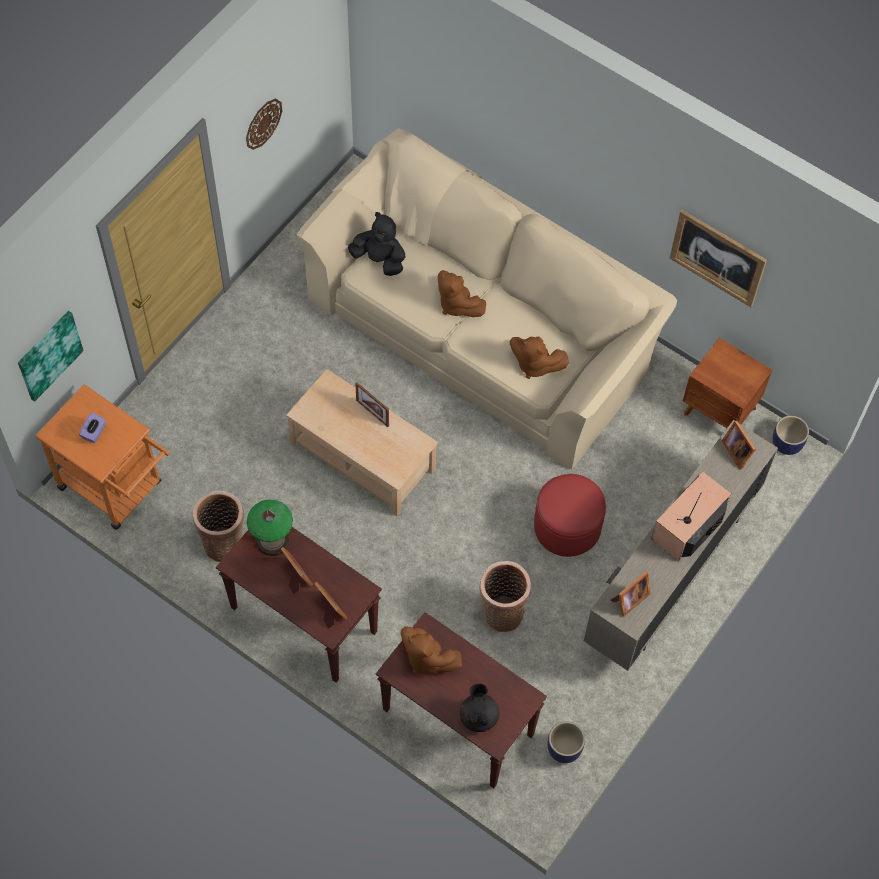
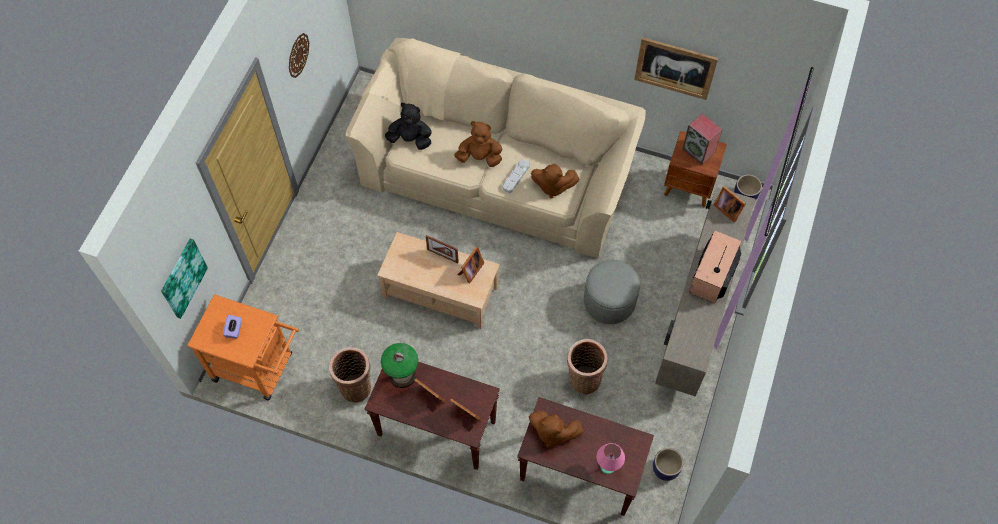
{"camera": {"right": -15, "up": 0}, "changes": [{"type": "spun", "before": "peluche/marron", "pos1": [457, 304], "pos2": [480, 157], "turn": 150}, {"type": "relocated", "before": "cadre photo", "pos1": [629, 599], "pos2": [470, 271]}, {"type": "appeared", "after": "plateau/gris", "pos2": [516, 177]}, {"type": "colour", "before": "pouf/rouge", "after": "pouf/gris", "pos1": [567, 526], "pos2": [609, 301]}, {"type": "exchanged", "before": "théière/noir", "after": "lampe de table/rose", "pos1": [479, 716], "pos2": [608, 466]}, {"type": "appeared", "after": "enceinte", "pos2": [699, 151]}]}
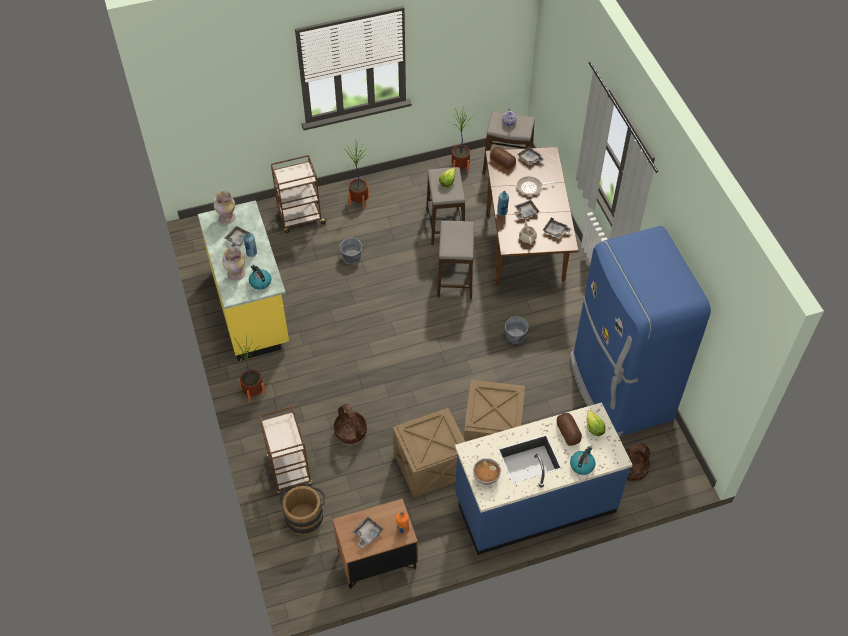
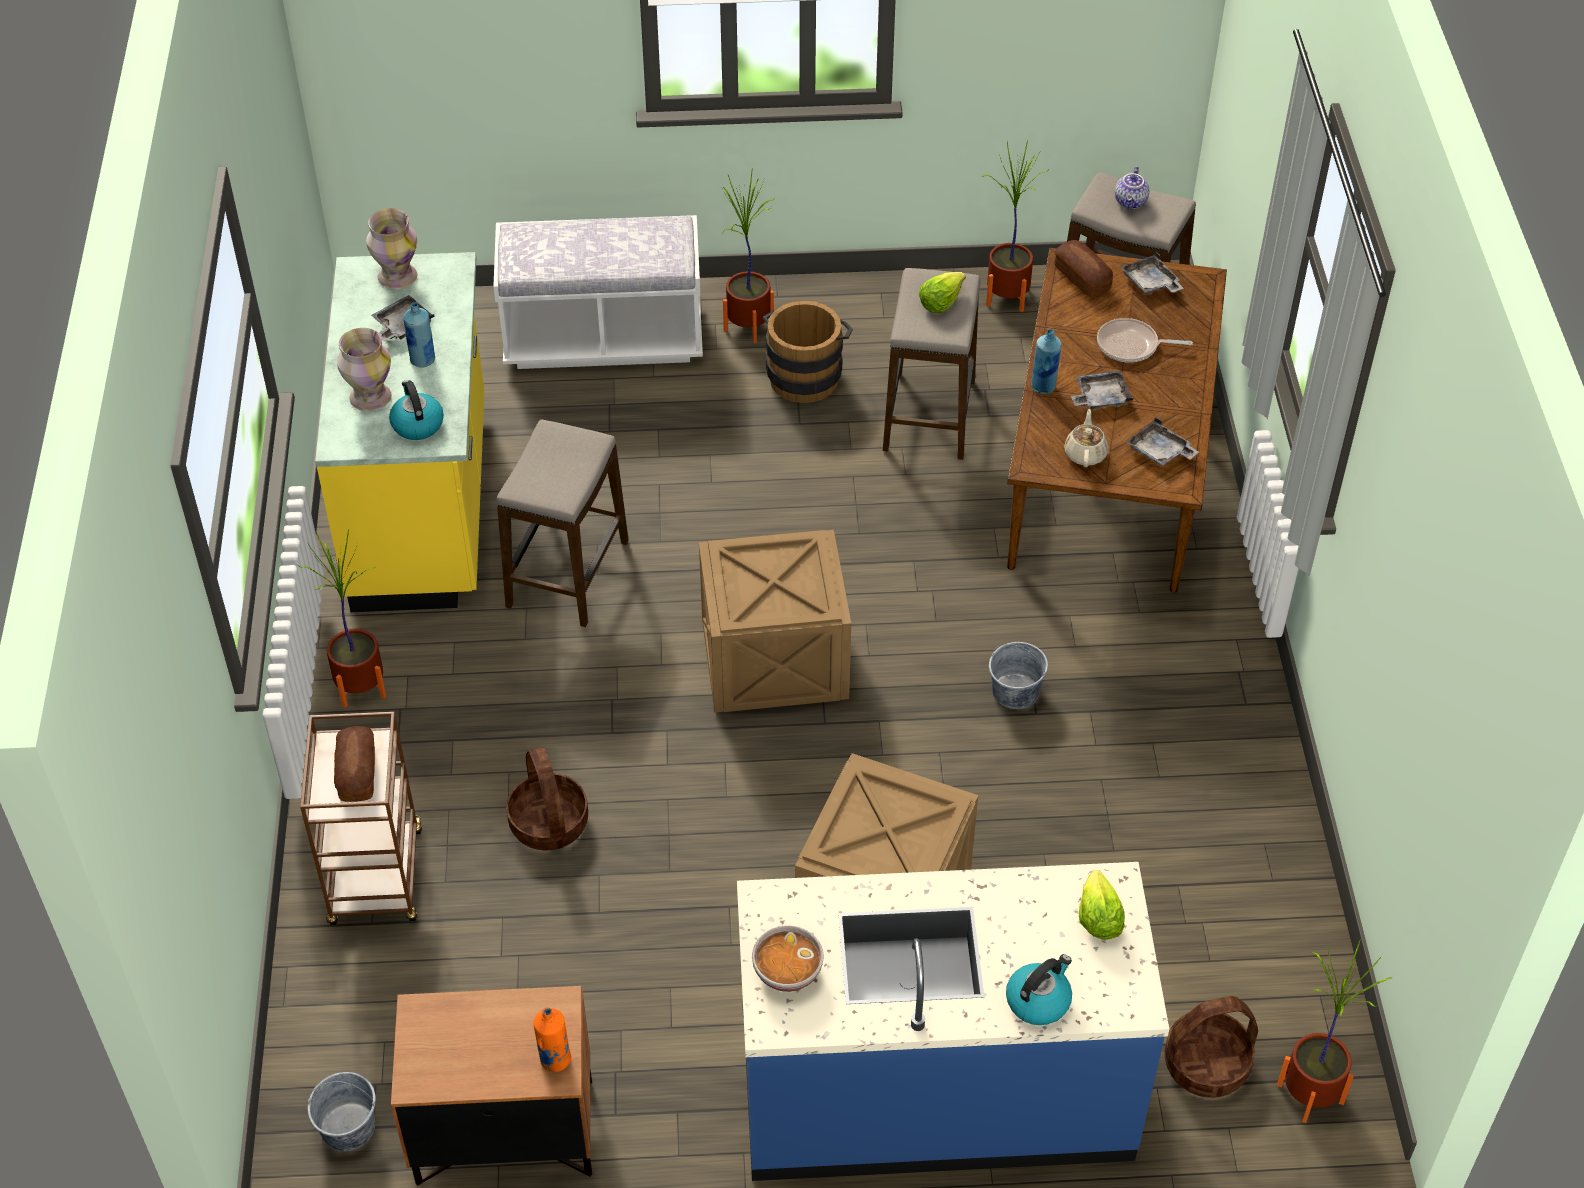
{"camera": {"right": 15, "up": -5}, "changes": [{"type": "relocated", "before": "seau/gris", "pos1": [351, 257], "pos2": [347, 1127]}, {"type": "relocated", "before": "pain", "pos1": [568, 432], "pos2": [357, 773]}, {"type": "exchanged", "before": "chariot/marron", "after": "banc/blanc", "pos1": [300, 218], "pos2": [603, 338]}, {"type": "relocated", "before": "tabouret", "pos1": [455, 279], "pos2": [567, 574]}, {"type": "relocated", "before": "caisse", "pos1": [429, 466], "pos2": [772, 661]}, {"type": "relocated", "before": "seau/marron", "pos1": [304, 515], "pos2": [806, 373]}, {"type": "appeared", "after": "plante en pot", "pos2": [1310, 1093]}, {"type": "missing", "before": "plateau/gris", "pos1": [367, 534]}, {"type": "missing", "before": "réfrigérateur/bleu", "pos1": [619, 389]}]}
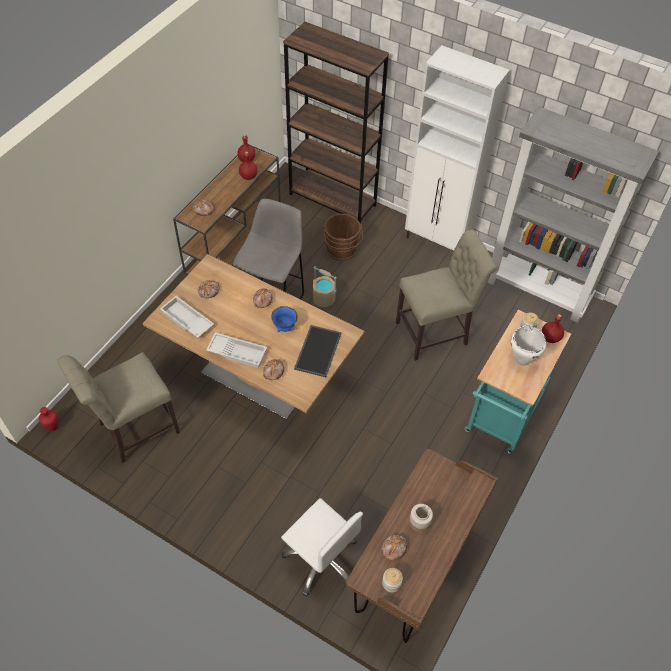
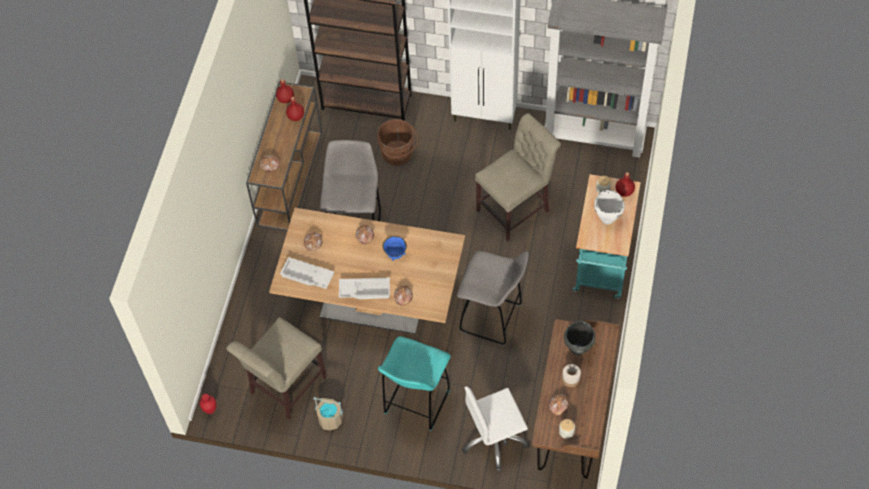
{"camera": {"right": -15, "up": 5}, "changes": [{"type": "relocated", "before": "seau/beige", "pos1": [324, 299], "pos2": [330, 419]}, {"type": "appeared", "after": "tabouret/turquoise", "pos2": [416, 404]}, {"type": "appeared", "after": "tabouret/gris", "pos2": [492, 319]}, {"type": "spun", "before": "chaise de bureau/blanc", "pos1": [322, 559], "pos2": [495, 439], "turn": 135}, {"type": "appeared", "after": "marmite/noir", "pos2": [577, 350]}, {"type": "missing", "before": "plateau", "pos1": [317, 350]}]}
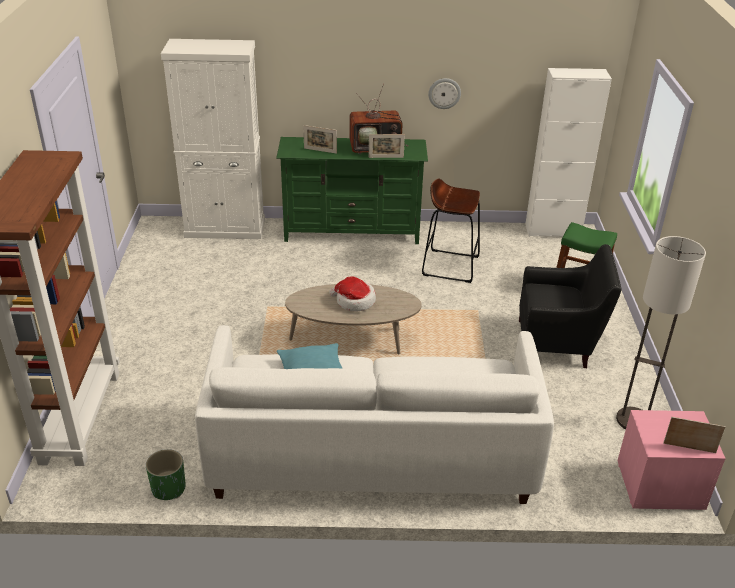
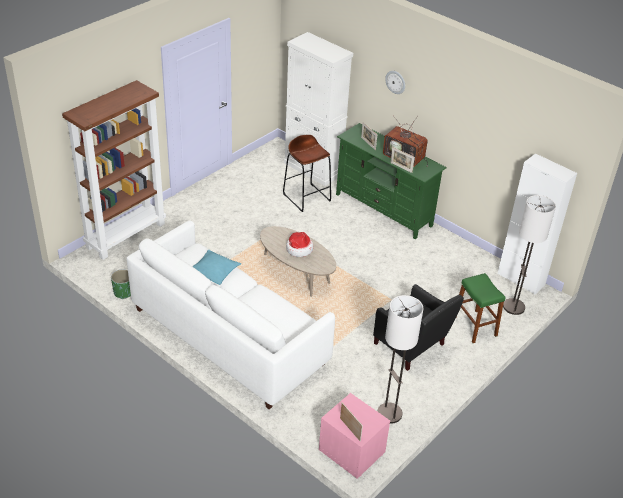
{"camera": {"right": 40, "up": 5}, "changes": [{"type": "relocated", "before": "tabouret/marron", "pos1": [450, 266], "pos2": [306, 197]}, {"type": "relocated", "before": "horloge murale", "pos1": [444, 93], "pos2": [395, 82]}, {"type": "appeared", "after": "lampadaire", "pos2": [514, 307]}]}
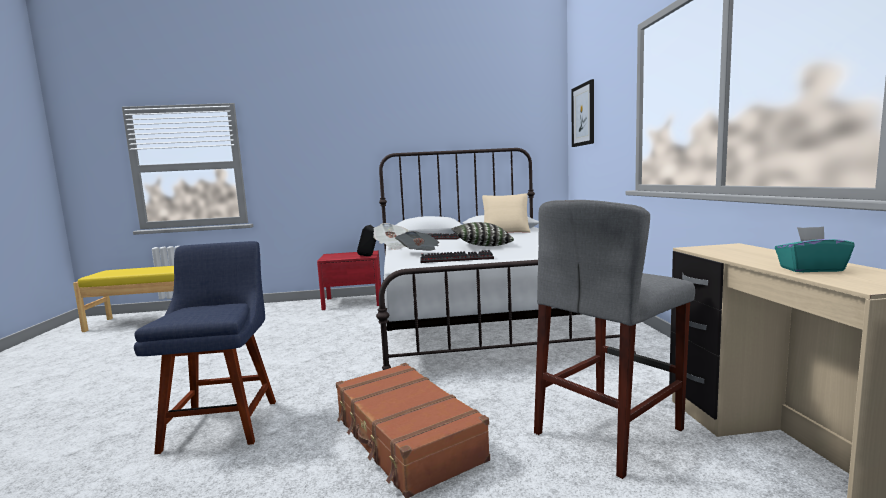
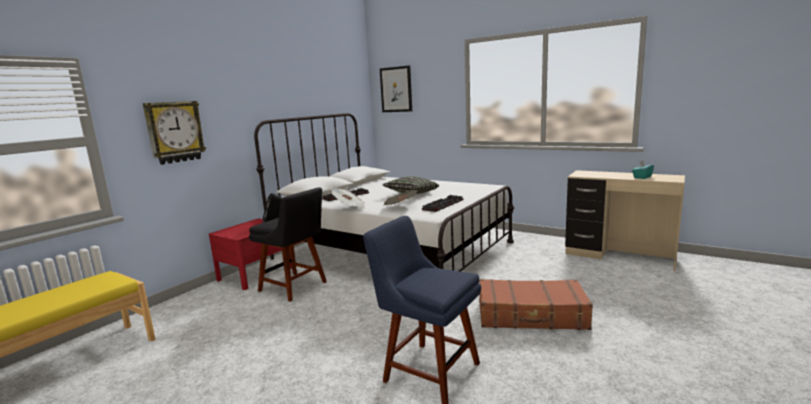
{"camera": {"right": -50, "up": 5}, "changes": [{"type": "appeared", "after": "horloge murale", "pos2": [175, 132]}, {"type": "appeared", "after": "chaise/noir", "pos2": [295, 287]}, {"type": "missing", "before": "coussin/beige", "pos1": [506, 231]}, {"type": "missing", "before": "tabouret/gris", "pos1": [609, 431]}]}
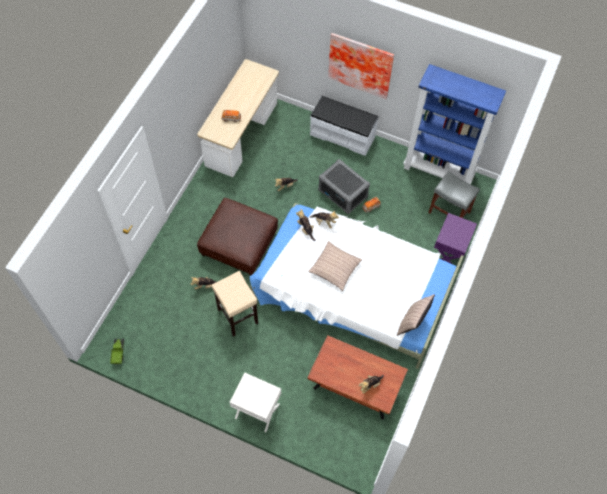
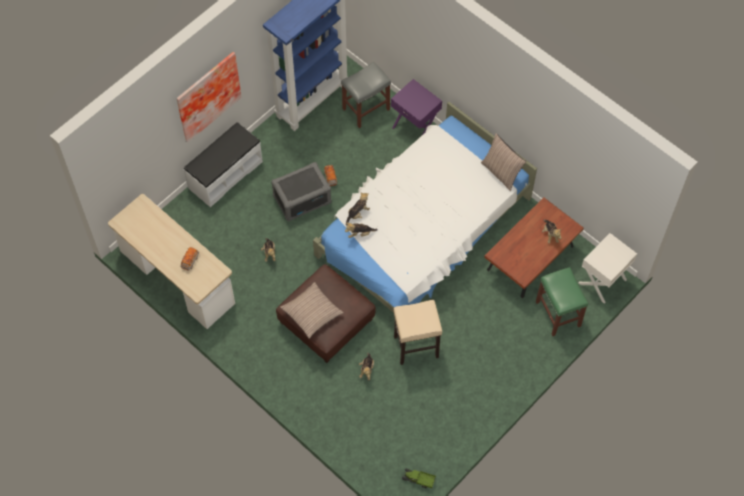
{"camera": {"right": -70, "up": 0}, "changes": [{"type": "relocated", "before": "coussin", "pos1": [335, 268], "pos2": [312, 313]}, {"type": "appeared", "after": "tabouret/vert", "pos2": [558, 314]}, {"type": "relocated", "before": "table de chevet/blanc", "pos1": [257, 411], "pos2": [603, 281]}]}
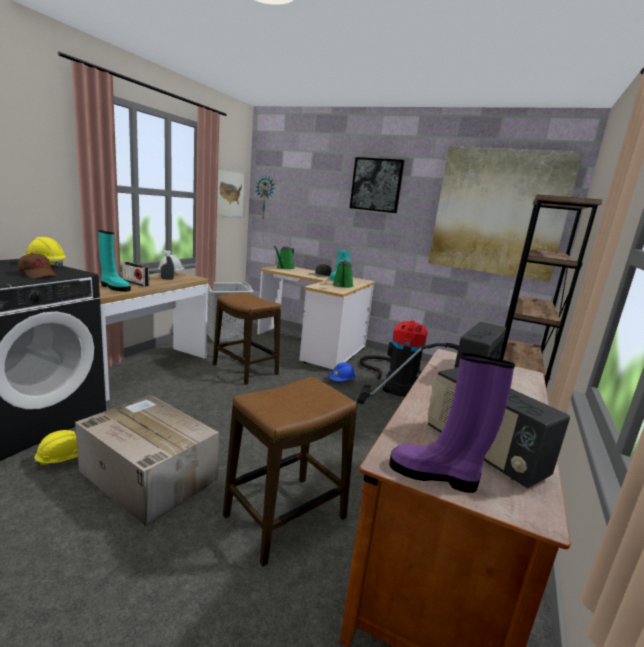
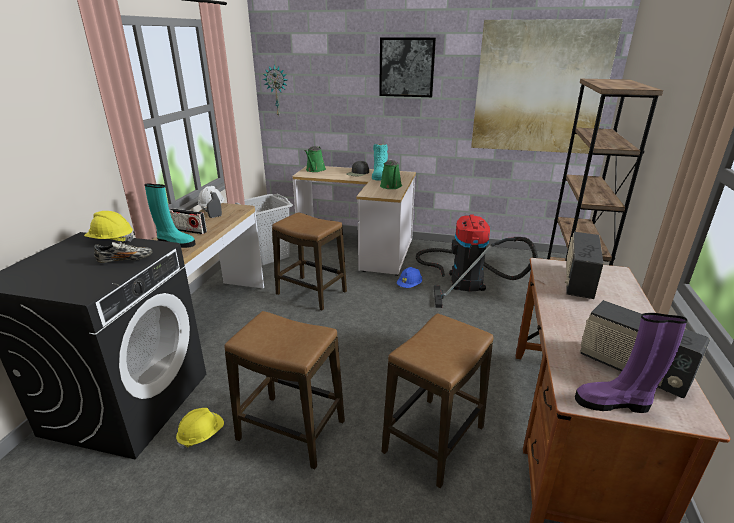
{"camera": {"right": -10, "up": 10}, "changes": [{"type": "exchanged", "before": "casquette/marron", "after": "chaussure", "pos1": [38, 275], "pos2": [125, 260]}, {"type": "exchanged", "before": "carton", "after": "tabouret", "pos1": [147, 475], "pos2": [291, 430]}, {"type": "missing", "before": "tableau", "pos1": [230, 193]}]}
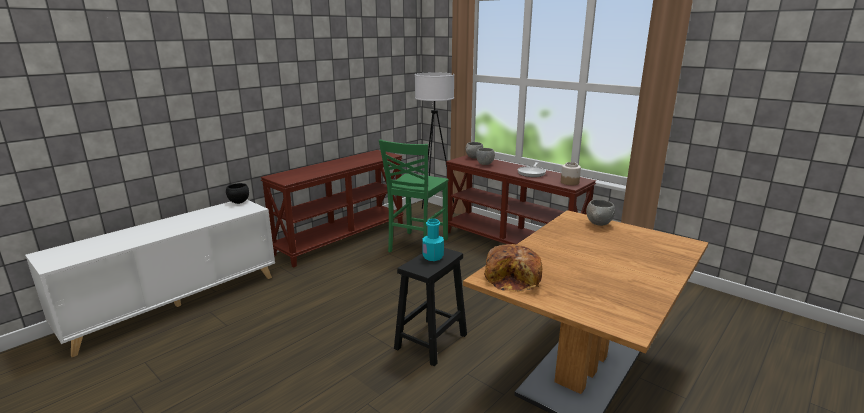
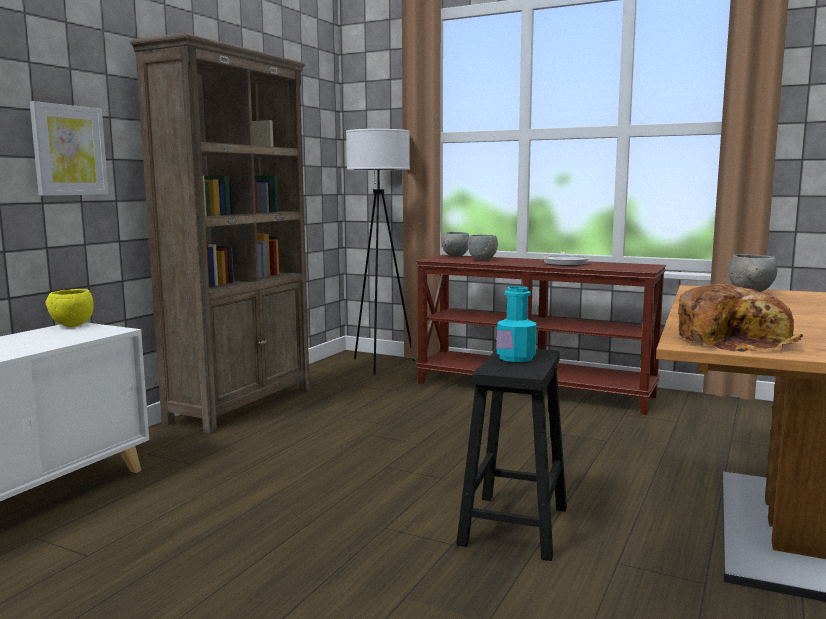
{"camera": {"right": -15, "up": -10}, "changes": [{"type": "appeared", "after": "tableau", "pos2": [69, 150]}, {"type": "colour", "before": "bol/noir", "after": "bol/jaune", "pos1": [238, 202], "pos2": [71, 325]}, {"type": "exchanged", "before": "table console/marron", "after": "bibliothèque/marron", "pos1": [341, 238], "pos2": [242, 405]}, {"type": "missing", "before": "chaise/vert", "pos1": [416, 245]}, {"type": "missing", "before": "bocal", "pos1": [569, 182]}]}
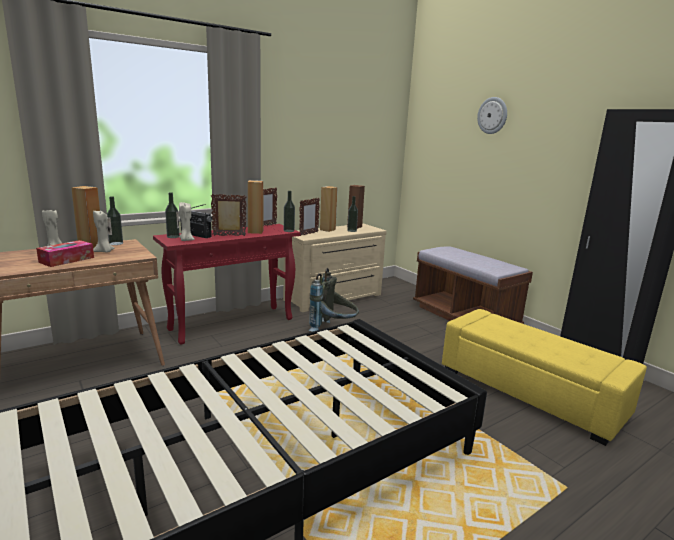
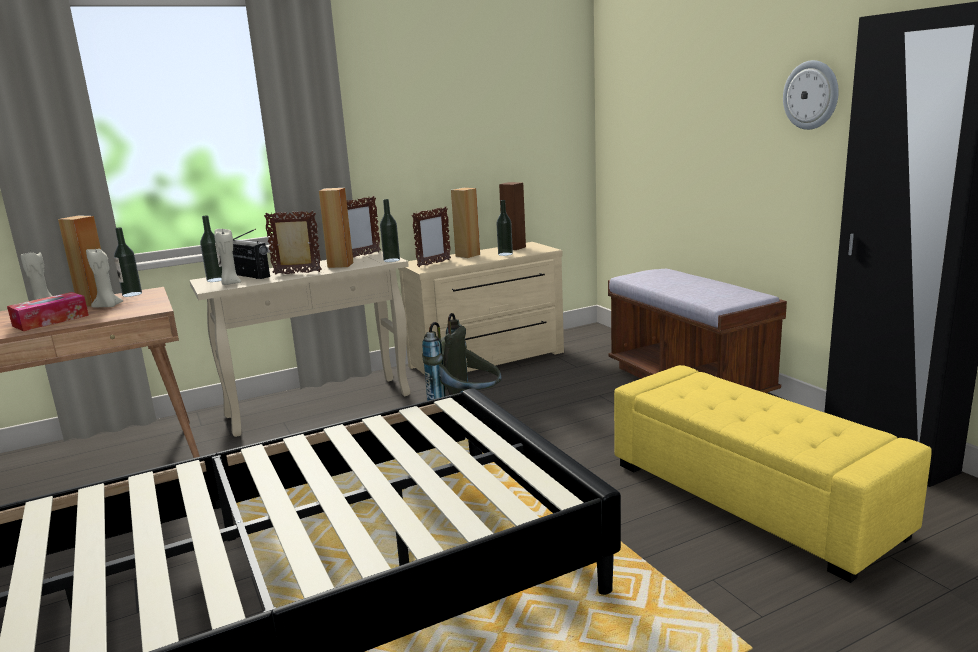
{"camera": {"right": 10, "up": 0}, "changes": [{"type": "colour", "before": "table console/rouge", "after": "table console/beige", "pos1": [232, 324], "pos2": [320, 405]}, {"type": "relocated", "before": "horloge murale", "pos1": [492, 115], "pos2": [811, 95]}]}
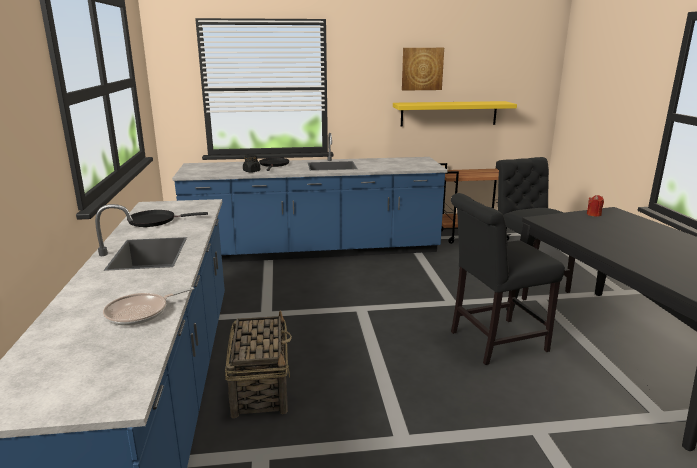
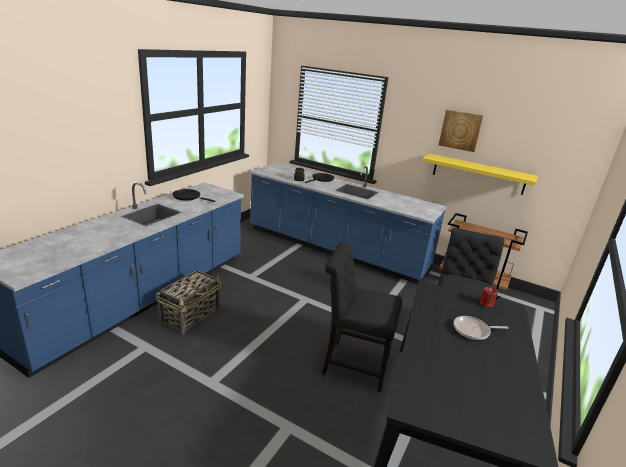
{"camera": {"right": 35, "up": 5}, "changes": [{"type": "relocated", "before": "poêle", "pos1": [141, 312], "pos2": [473, 331]}]}
